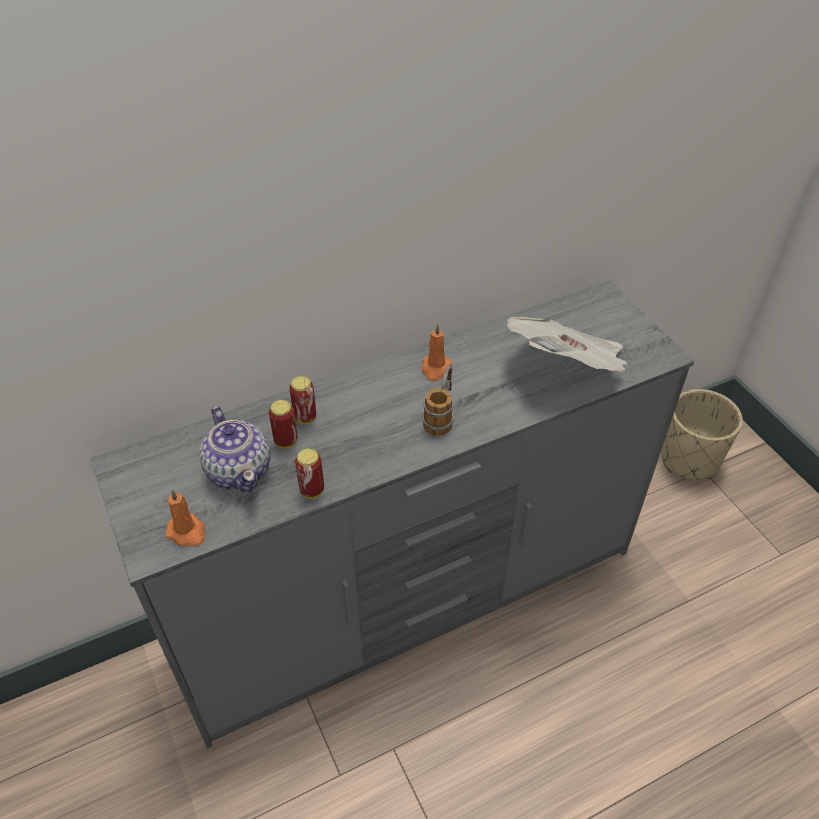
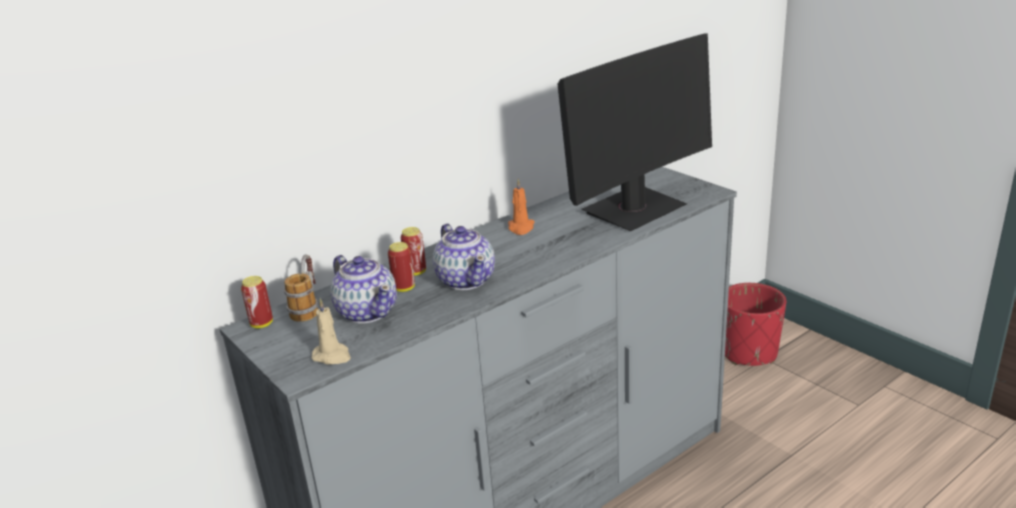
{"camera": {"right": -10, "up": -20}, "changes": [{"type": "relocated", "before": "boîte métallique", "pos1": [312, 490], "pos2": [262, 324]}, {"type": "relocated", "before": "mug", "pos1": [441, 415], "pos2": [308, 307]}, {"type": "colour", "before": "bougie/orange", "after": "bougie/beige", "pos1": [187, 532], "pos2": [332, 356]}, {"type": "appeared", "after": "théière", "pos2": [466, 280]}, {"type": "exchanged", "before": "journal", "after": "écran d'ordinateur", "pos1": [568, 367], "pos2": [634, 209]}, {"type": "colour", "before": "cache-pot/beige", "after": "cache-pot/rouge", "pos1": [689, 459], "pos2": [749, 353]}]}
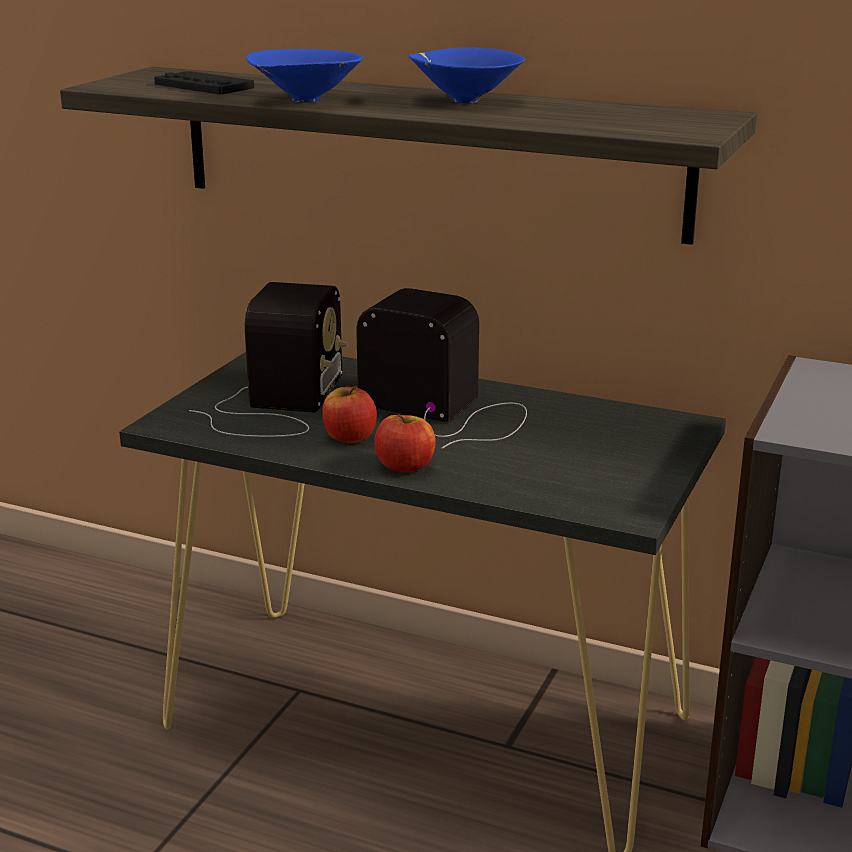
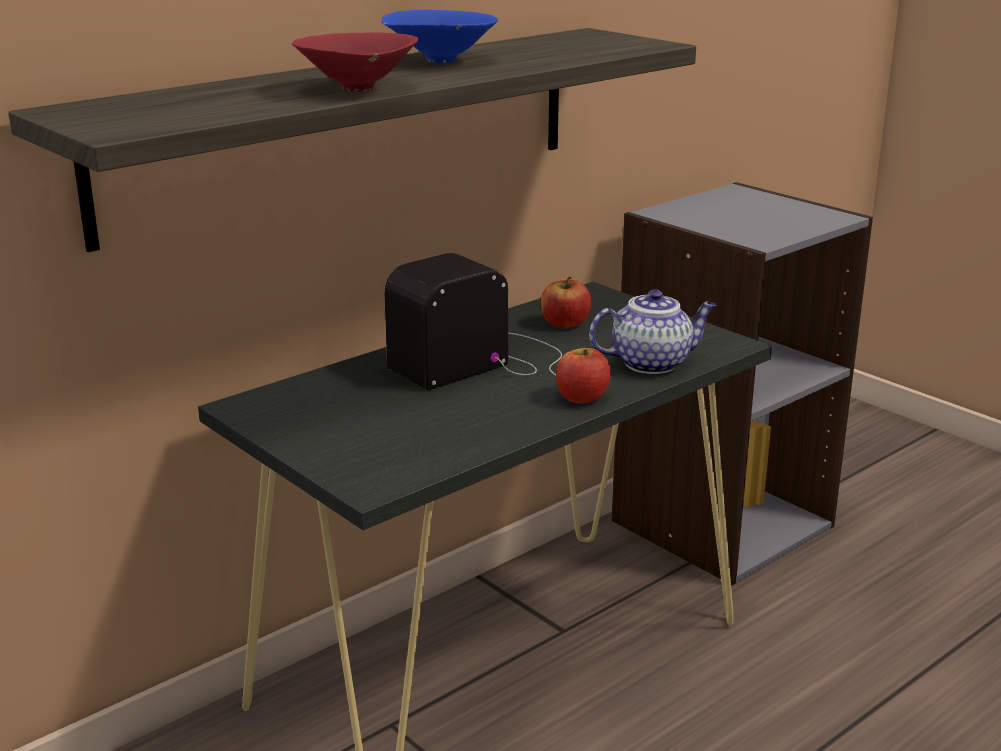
{"camera": {"right": -65, "up": 0}, "changes": [{"type": "colour", "before": "bol/bleu", "after": "bol/rouge", "pos1": [303, 101], "pos2": [358, 90]}, {"type": "relocated", "before": "pomme", "pos1": [349, 437], "pos2": [565, 324]}, {"type": "appeared", "after": "théière", "pos2": [652, 363]}, {"type": "missing", "before": "manette/noir", "pos1": [204, 86]}, {"type": "missing", "before": "radio", "pos1": [278, 405]}]}
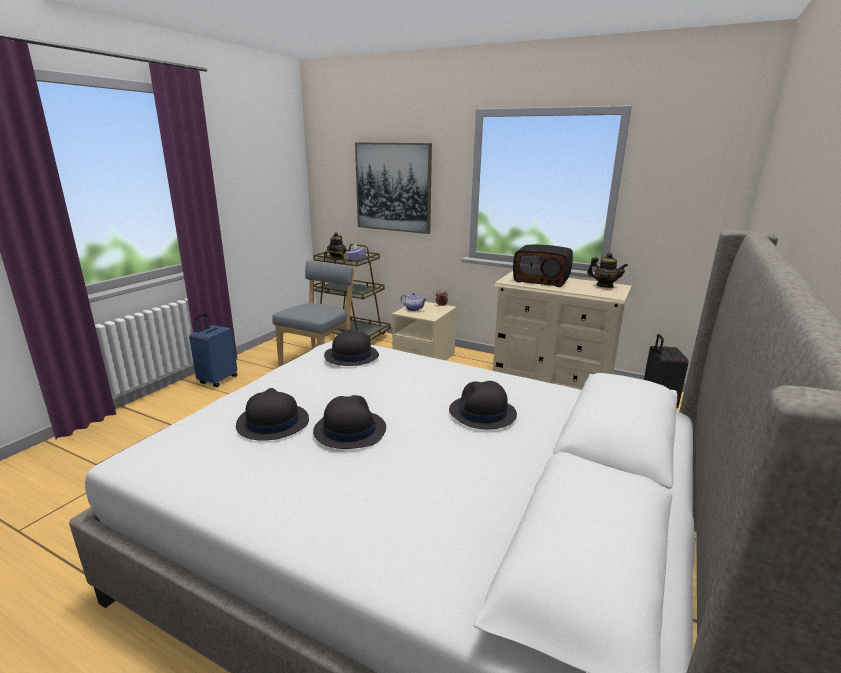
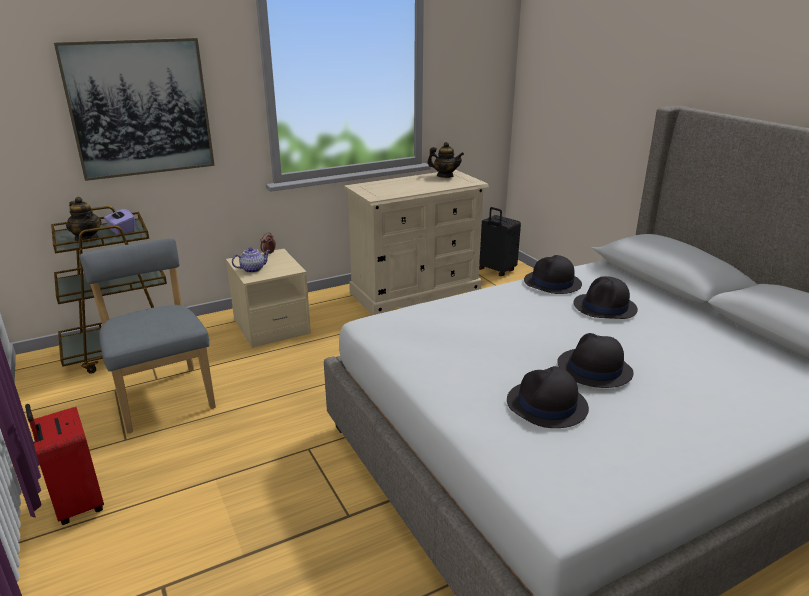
{"camera": {"right": -55, "up": 5}, "changes": [{"type": "colour", "before": "valise/bleu", "after": "valise/rouge", "pos1": [217, 380], "pos2": [77, 504]}, {"type": "spun", "before": "théière", "pos1": [604, 286], "pos2": [445, 176], "turn": 45}, {"type": "relocated", "before": "chapeau/noir", "pos1": [351, 356], "pos2": [552, 283]}, {"type": "missing", "before": "radio", "pos1": [542, 280]}]}
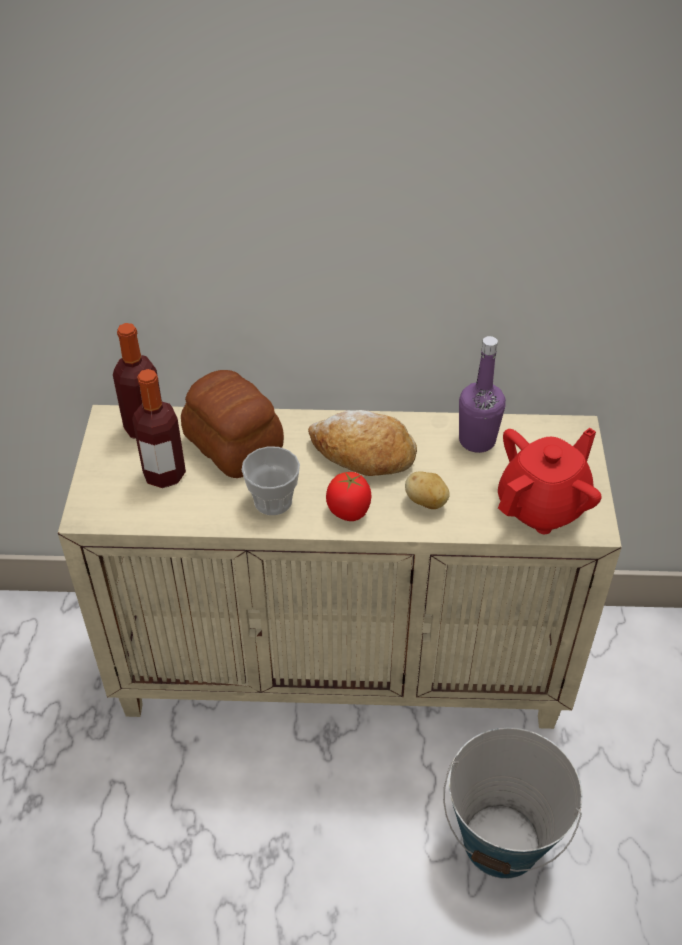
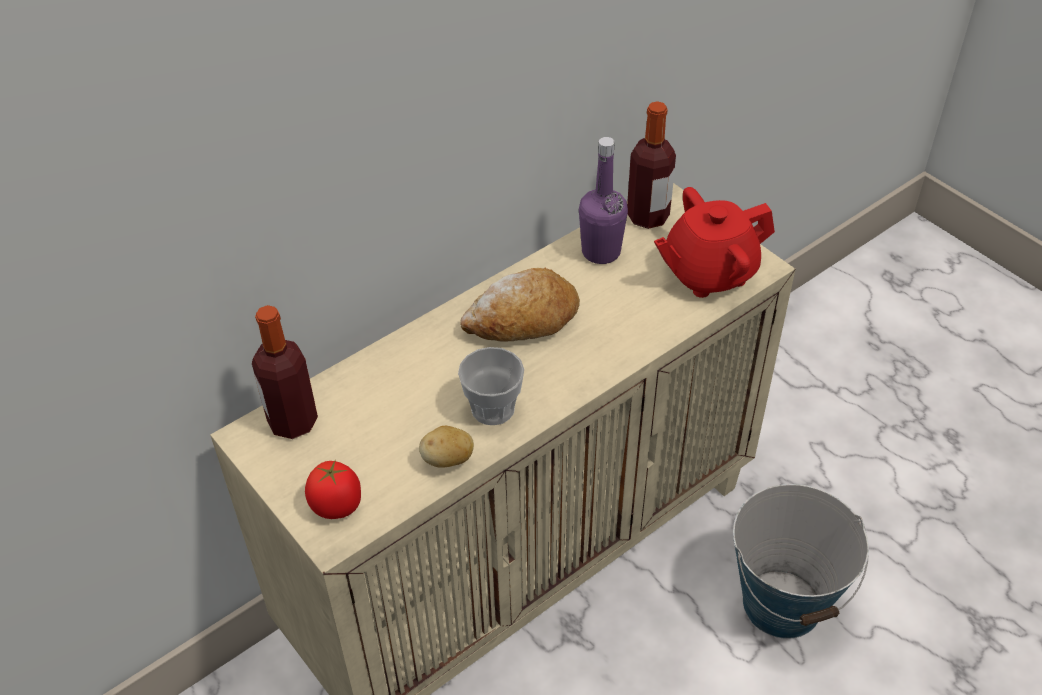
{"camera": {"right": -40, "up": 0}, "changes": [{"type": "relocated", "before": "tomate", "pos1": [349, 511], "pos2": [337, 506]}, {"type": "relocated", "before": "pomme de terre", "pos1": [426, 502], "pos2": [447, 460]}, {"type": "relocated", "before": "bouteille", "pos1": [164, 474], "pos2": [648, 216]}, {"type": "spun", "before": "théière/rouge", "pos1": [542, 506], "pos2": [708, 273], "turn": -120}, {"type": "missing", "before": "pain", "pos1": [233, 445]}]}
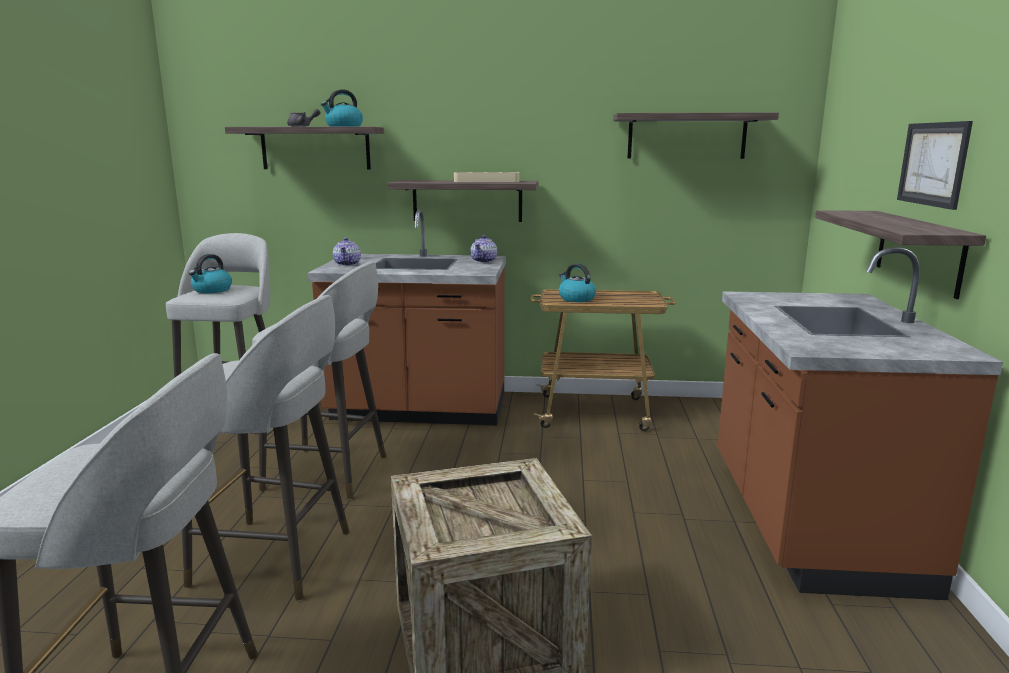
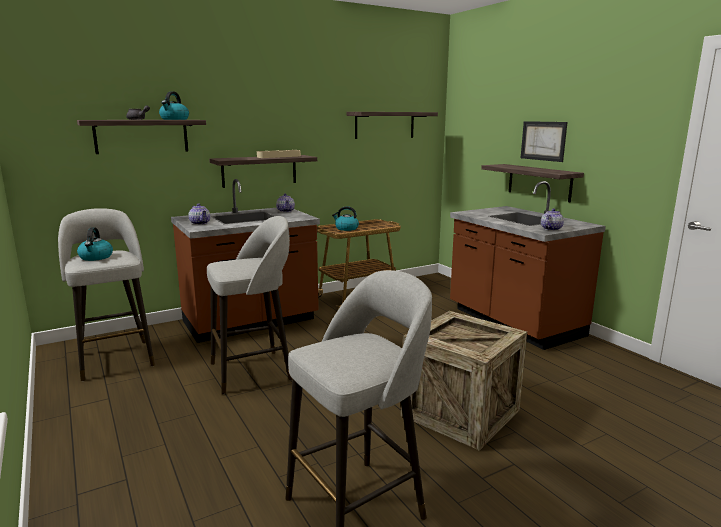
{"camera": {"right": -35, "up": 0}, "changes": [{"type": "appeared", "after": "théière", "pos2": [550, 229]}, {"type": "missing", "before": "tabouret/gris", "pos1": [277, 559]}]}
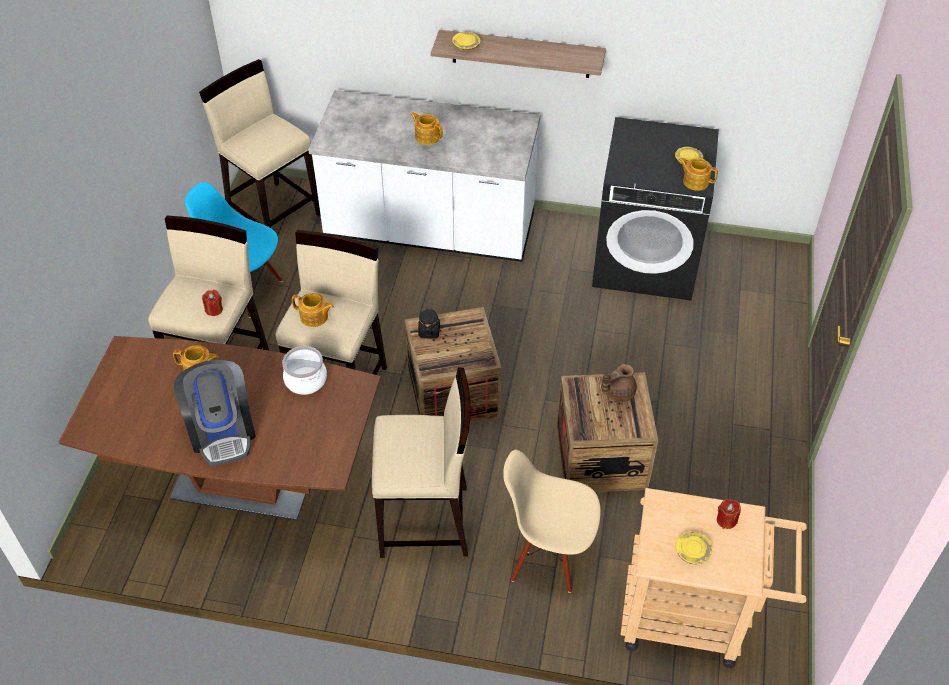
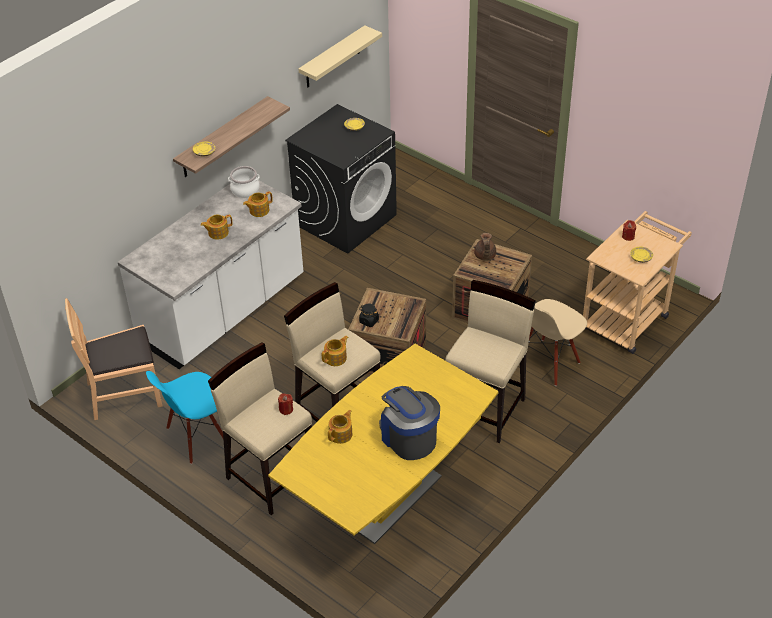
{"camera": {"right": -60, "up": -5}, "changes": [{"type": "exchanged", "before": "tabouret/beige", "after": "chaise/marron", "pos1": [273, 213], "pos2": [124, 393]}, {"type": "relocated", "before": "marmite", "pos1": [305, 380], "pos2": [245, 190]}, {"type": "relocated", "before": "théière", "pos1": [695, 181], "pos2": [258, 210]}, {"type": "colour", "before": "table à manger/marron", "after": "table à manger/jaune", "pos1": [243, 483], "pos2": [388, 497]}, {"type": "appeared", "after": "étagère/beige", "pos2": [332, 58]}, {"type": "spun", "before": "machine à café", "pos1": [222, 431], "pos2": [408, 438], "turn": -135}]}
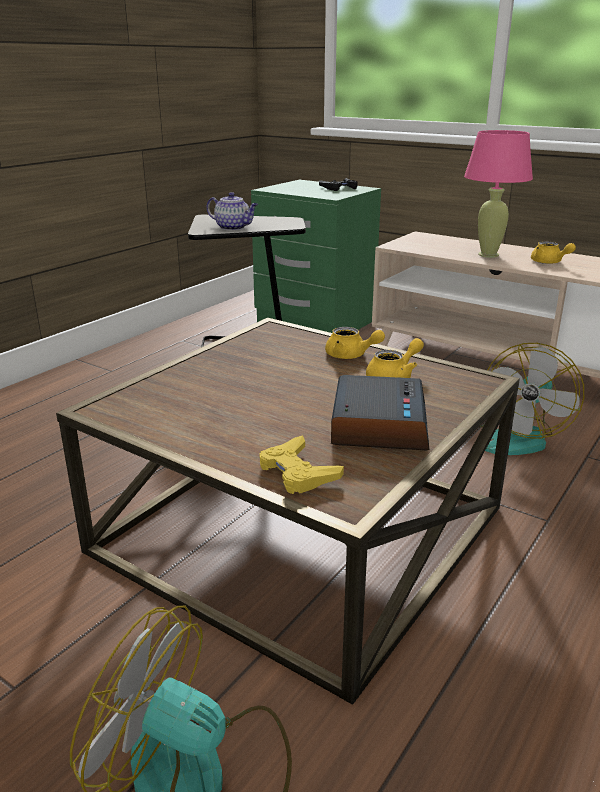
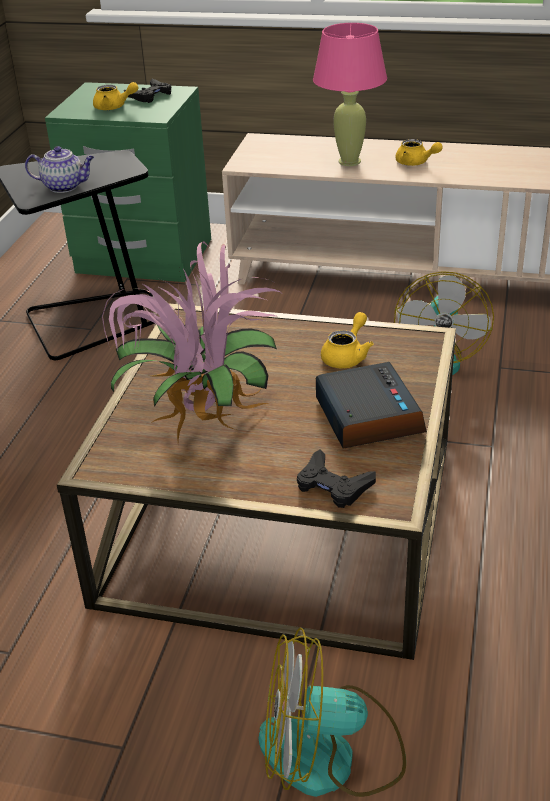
{"camera": {"right": -20, "up": 10}, "changes": [{"type": "relocated", "before": "théière/jaune", "pos1": [350, 356], "pos2": [114, 107]}, {"type": "appeared", "after": "plante en pot", "pos2": [200, 422]}, {"type": "colour", "before": "manette/jaune", "after": "manette/noir", "pos1": [297, 472], "pos2": [333, 485]}]}
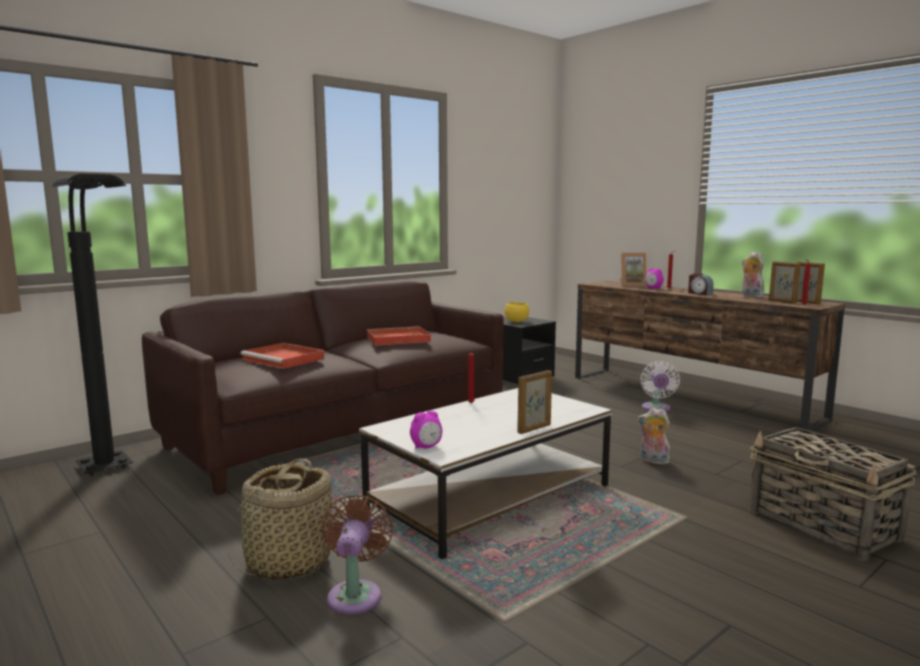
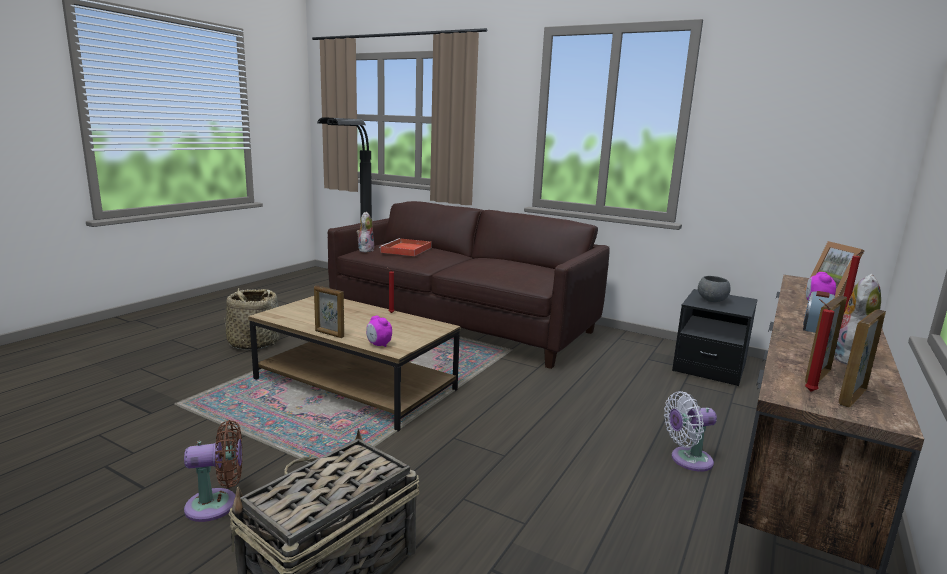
{"camera": {"right": 70, "up": 5}, "changes": [{"type": "relocated", "before": "ventilateur/marron", "pos1": [355, 594], "pos2": [217, 505]}, {"type": "colour", "before": "table basse/blanc", "after": "table basse/marron", "pos1": [491, 497], "pos2": [356, 385]}, {"type": "relocated", "before": "peluche", "pos1": [653, 461], "pos2": [365, 250]}, {"type": "relocated", "before": "réveil", "pos1": [426, 447], "pos2": [378, 345]}, {"type": "colour", "before": "bol/jaune", "after": "bol/gris", "pos1": [516, 321], "pos2": [711, 301]}, {"type": "missing", "before": "plateau/rouge", "pos1": [397, 339]}]}
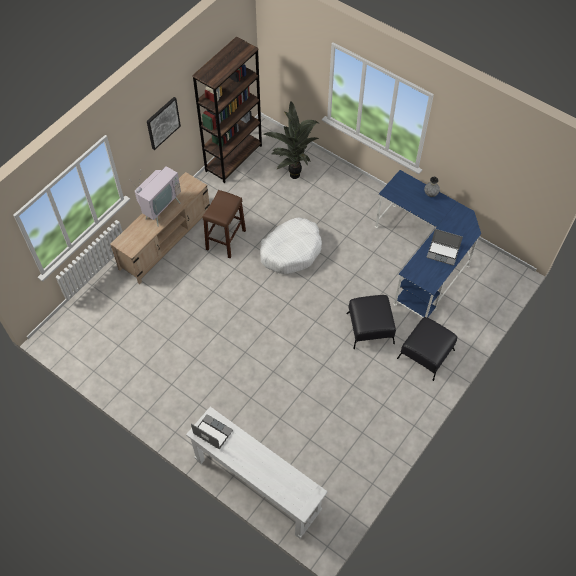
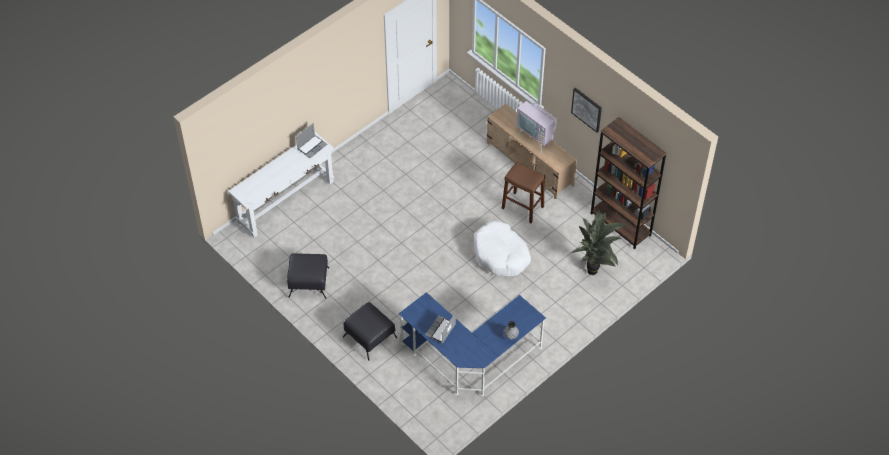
{"camera": {"right": 100, "up": -5}, "changes": [{"type": "relocated", "before": "pouf/noir", "pos1": [370, 328], "pos2": [308, 282]}]}
